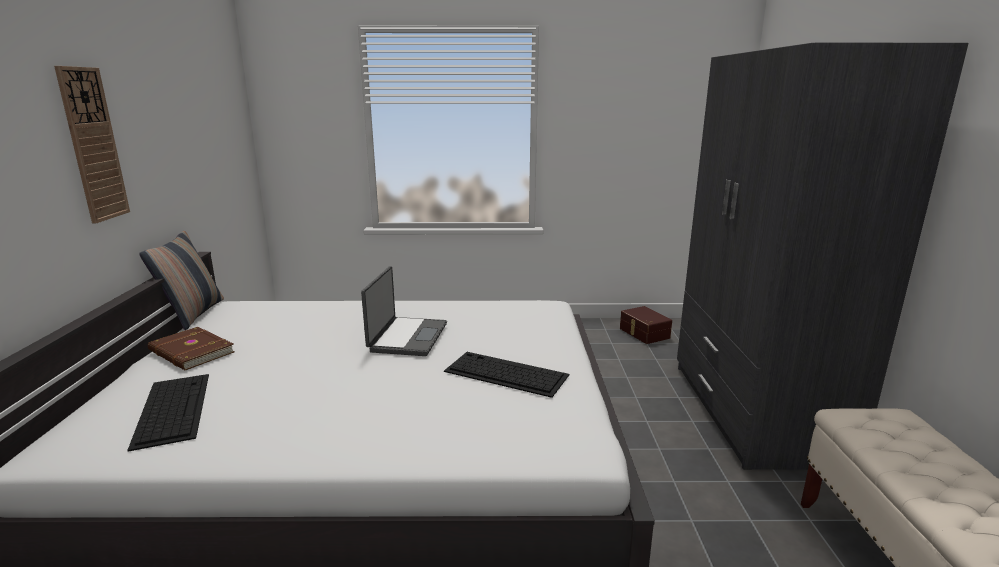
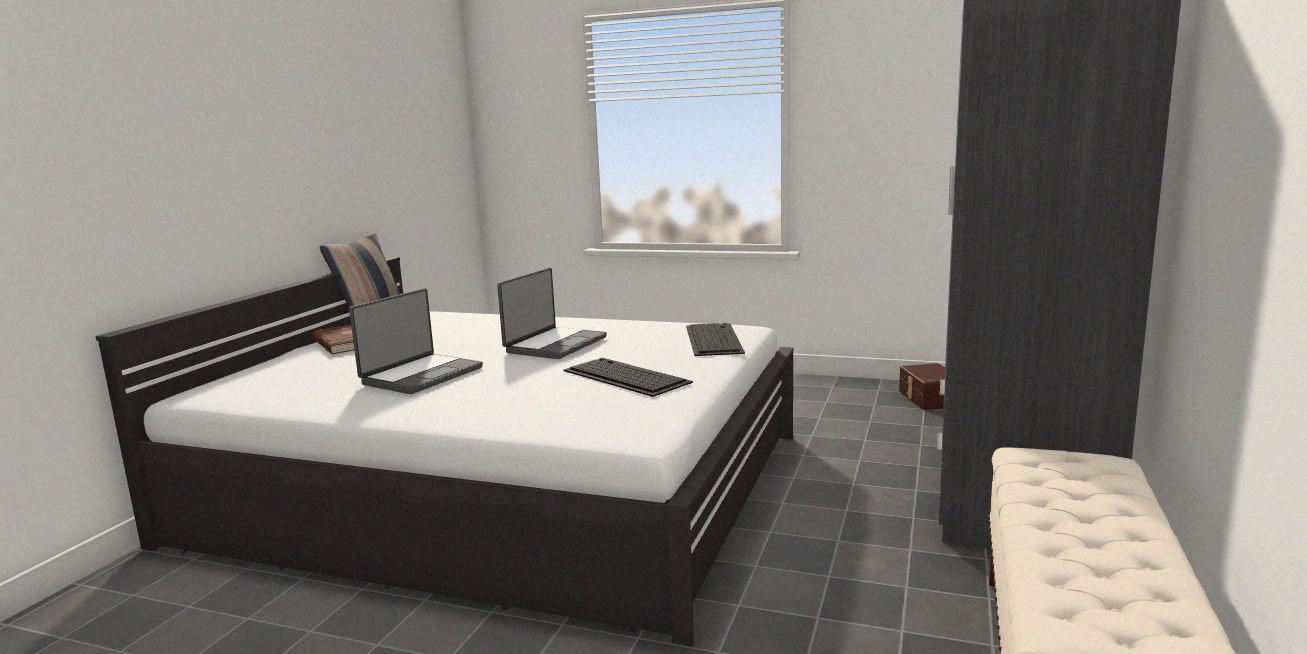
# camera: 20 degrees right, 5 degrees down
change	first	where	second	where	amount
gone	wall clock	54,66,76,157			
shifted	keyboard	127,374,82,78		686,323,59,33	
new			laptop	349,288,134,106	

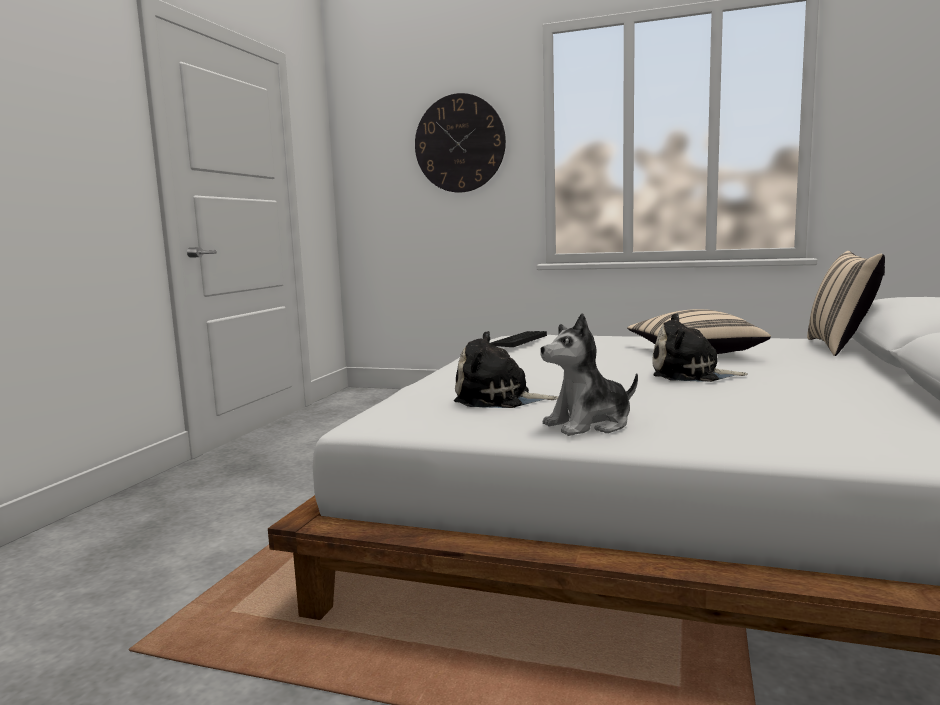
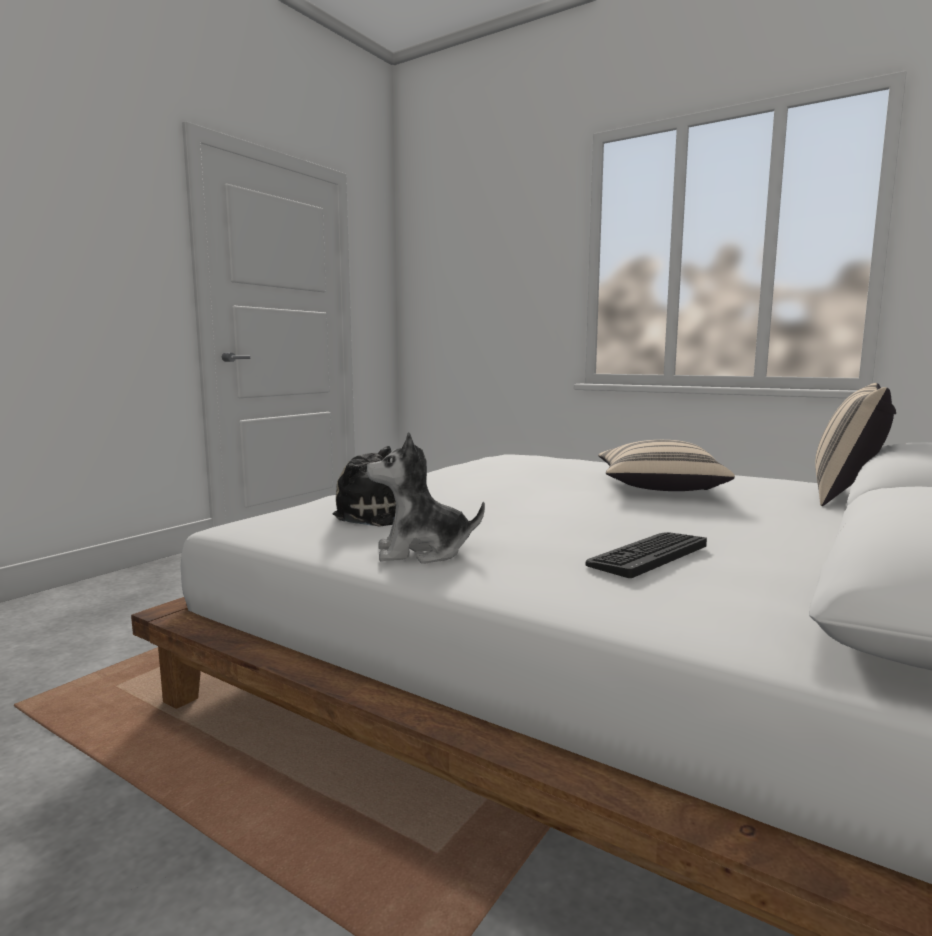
# camera: 15 degrees right, 0 degrees up
change	first	where	second	where	amount
gone	wall clock	415,93,91,100			
gone	plush toy	652,313,95,69			
shifted	keyboard	491,331,56,16		585,532,122,46	

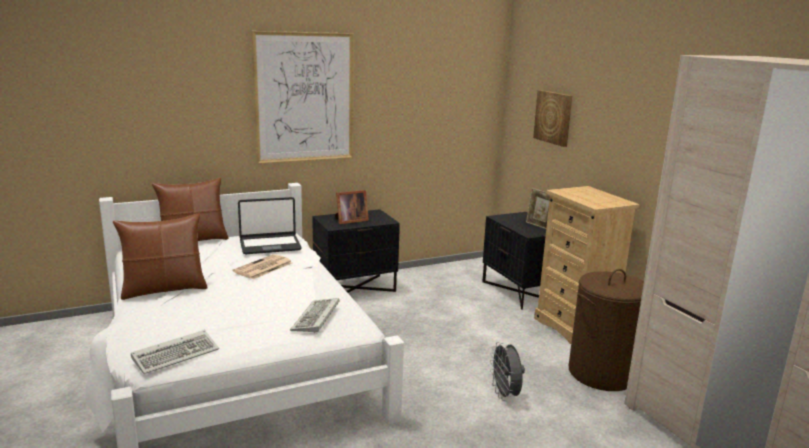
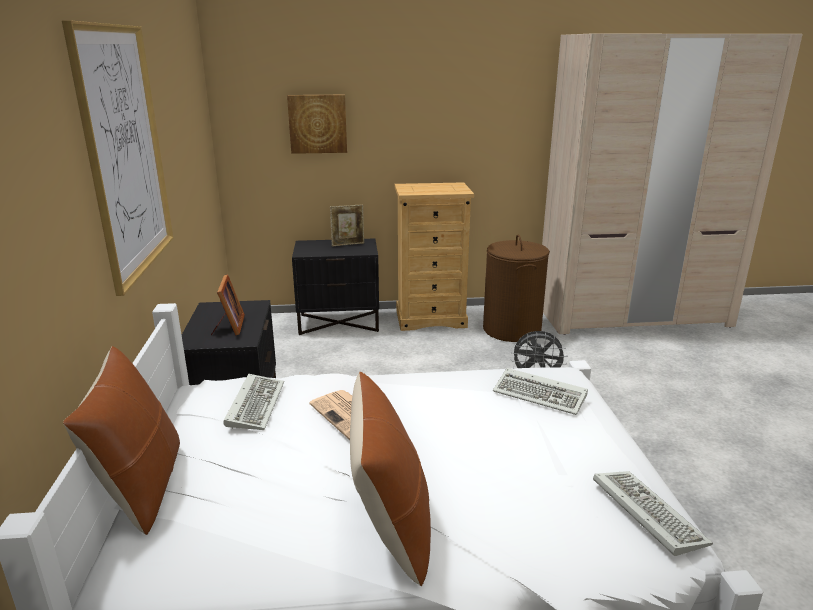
# camera: 70 degrees left, 5 degrees up
change	first	where	second	where	amount
swapped	laptop	238,197,64,57	keyboard	223,374,61,56	

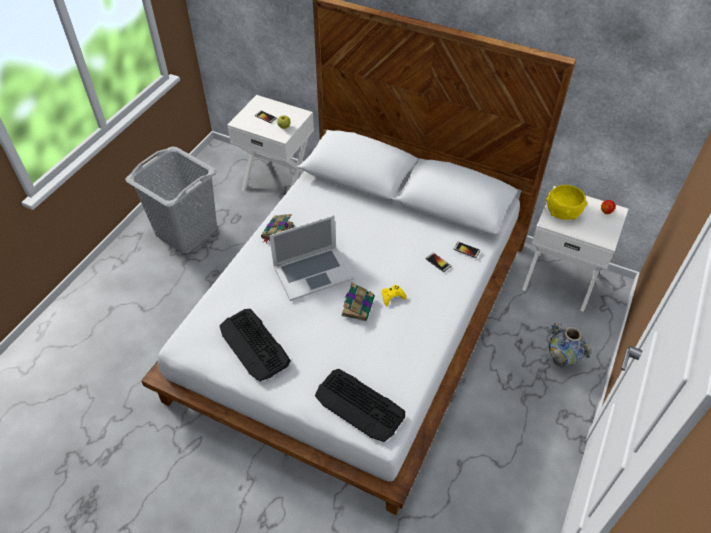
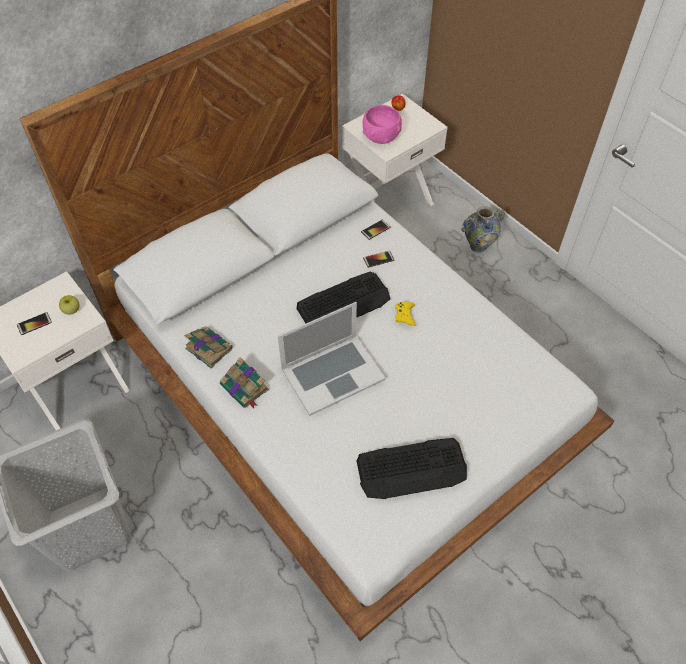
# camera: 65 degrees left, 5 degrees up
change	first	where	second	where	amount
repainted	bowl/yellow	546,185,41,35	bowl/pink	362,105,40,39	
rotated	laptop	269,215,85,86		278,302,108,114	60 degrees clockwise
shifted	book	341,282,34,39		184,326,49,43	
shifted	keyboard	315,369,90,73		297,271,94,53	

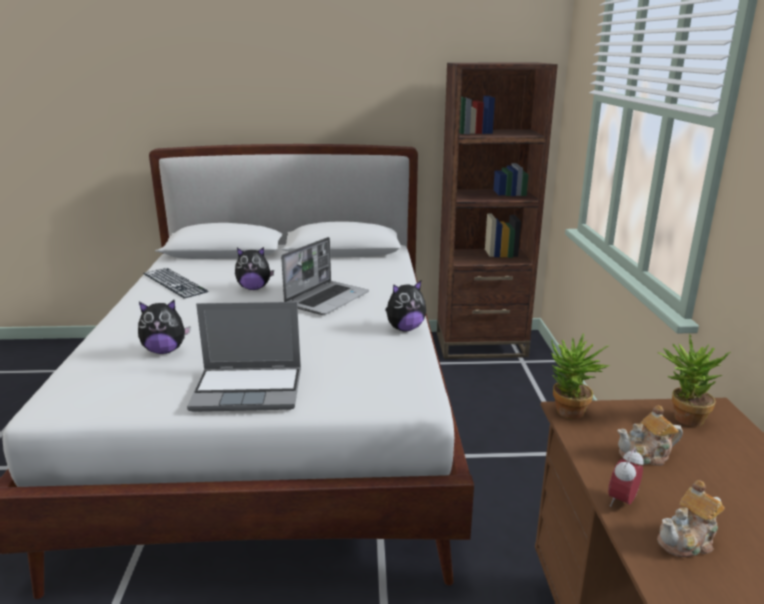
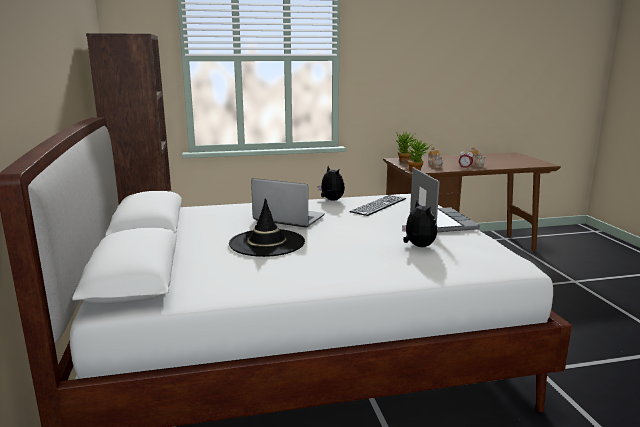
# camera: 100 degrees left, 5 degrees down
change	first	where	second	where	amount
swapped	plush toy	235,247,39,43	hat/black	229,198,76,59	
shifted	keyboard	143,268,66,30		349,195,57,21	

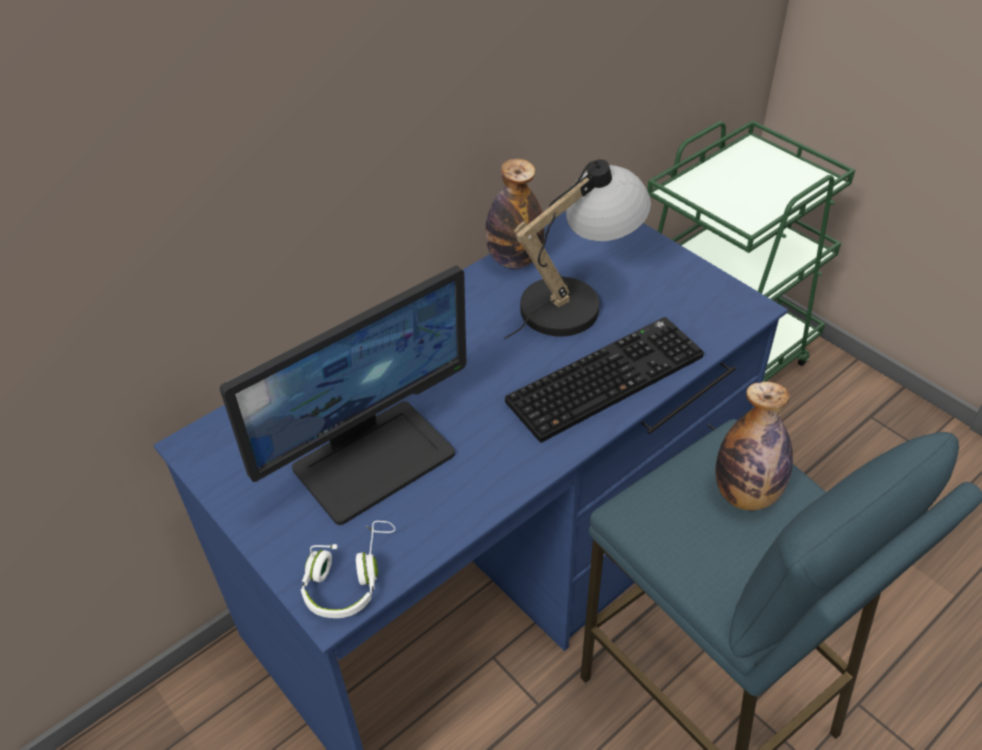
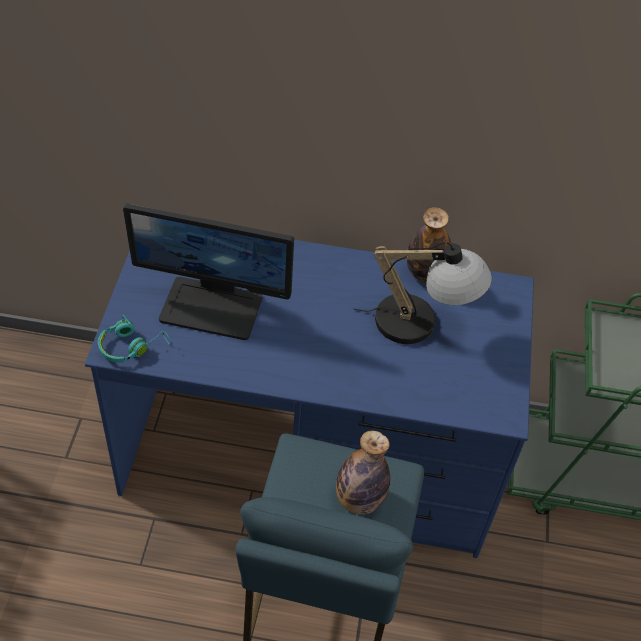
# camera: 45 degrees right, 5 degrees up
change	first	where	second	where	amount
gone	keyboard	505,317,199,126			
repainted	headphones/white	301,521,94,97	headphones/turquoise	98,315,73,47	

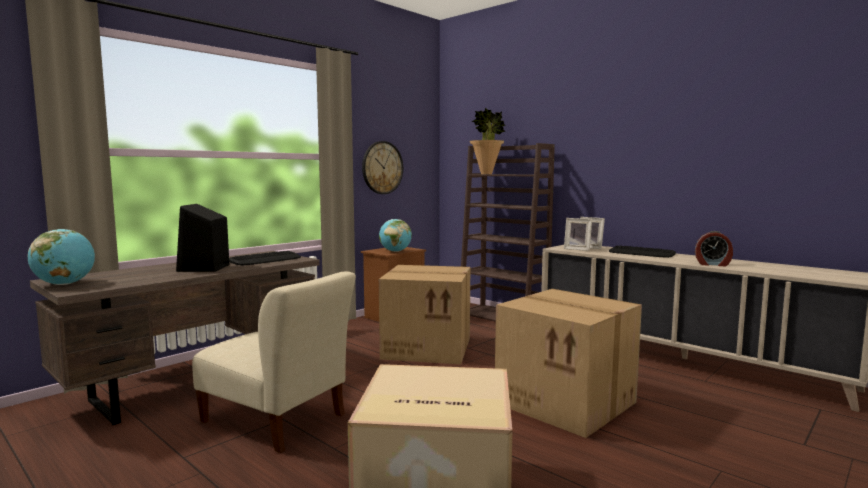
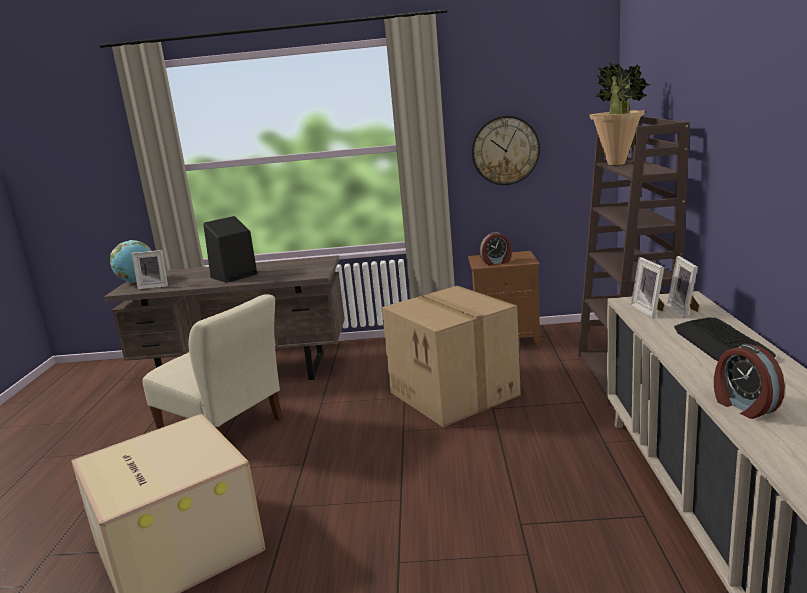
# camera: 50 degrees right, 10 degrees up
change	first	where	second	where	amount
swapped	globe	379,219,33,33	alarm clock	479,232,33,34	
gone	keyboard	229,251,72,15			
rotated	chair/beige	192,271,164,182		142,294,141,141	45 degrees counterclockwise
gone	cardboard box	495,289,147,149			
new			picture frame	132,250,36,39	

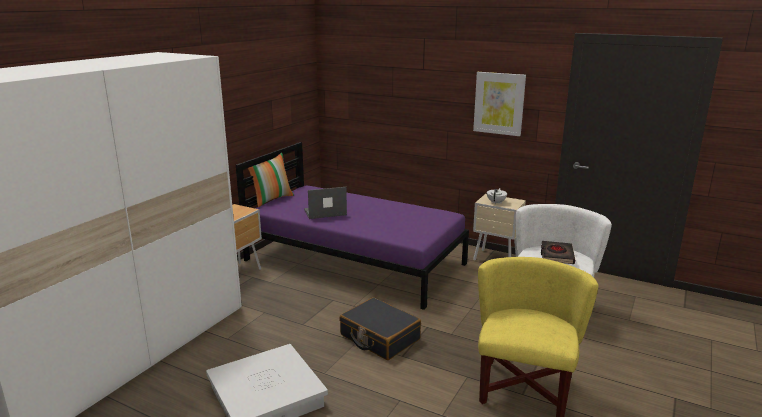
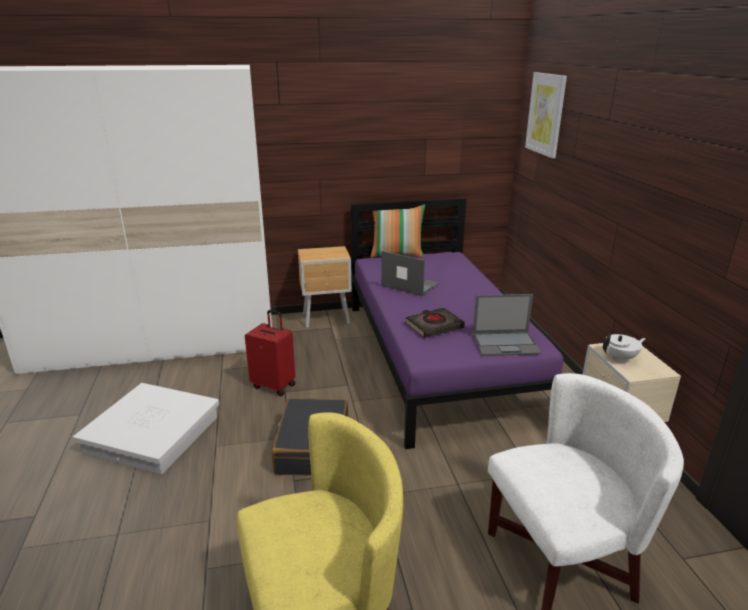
# camera: 50 degrees right, 5 degrees up
change	first	where	second	where	amount
shifted	picture	473,72,53,64		525,72,42,86	
shifted	book/black	541,241,34,23		405,307,60,31	
new			laptop	472,294,69,62	
new			suitcase/red	245,310,50,86	

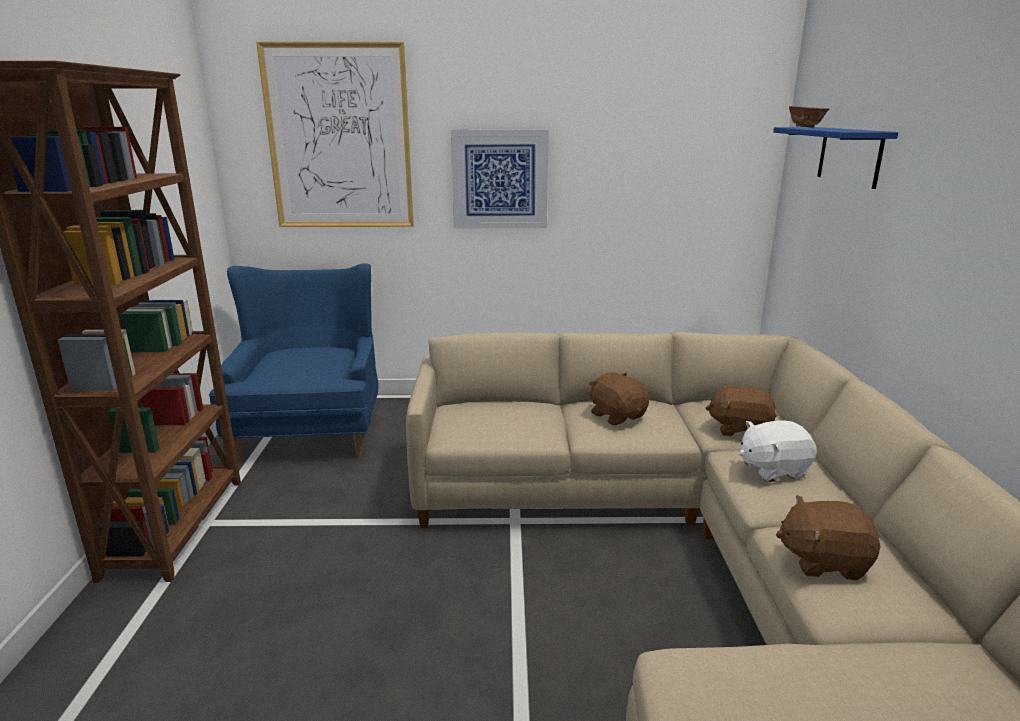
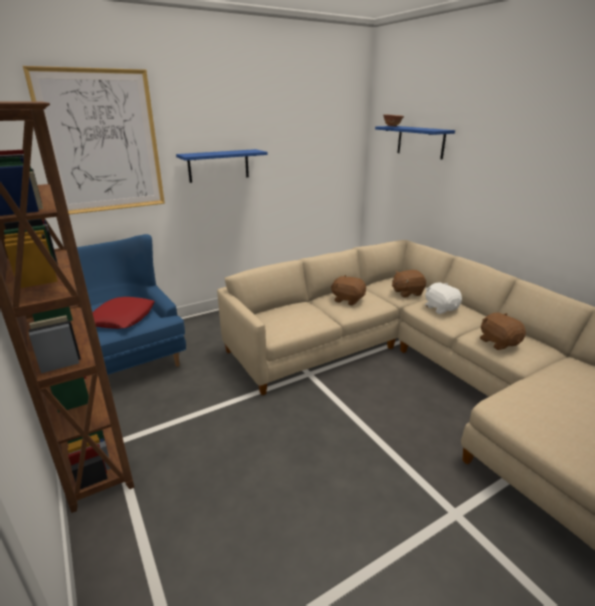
# camera: 30 degrees left, 5 degrees up
change	first	where	second	where	amount
swapped	picture	451,130,98,98	shelf/blue	176,149,92,34	
rotated	plush toy/white	739,420,78,62		425,282,37,32	105 degrees clockwise
rotated	plush toy/brown	776,495,105,85		480,312,46,38	90 degrees clockwise
new			pillow/red	93,297,62,32	

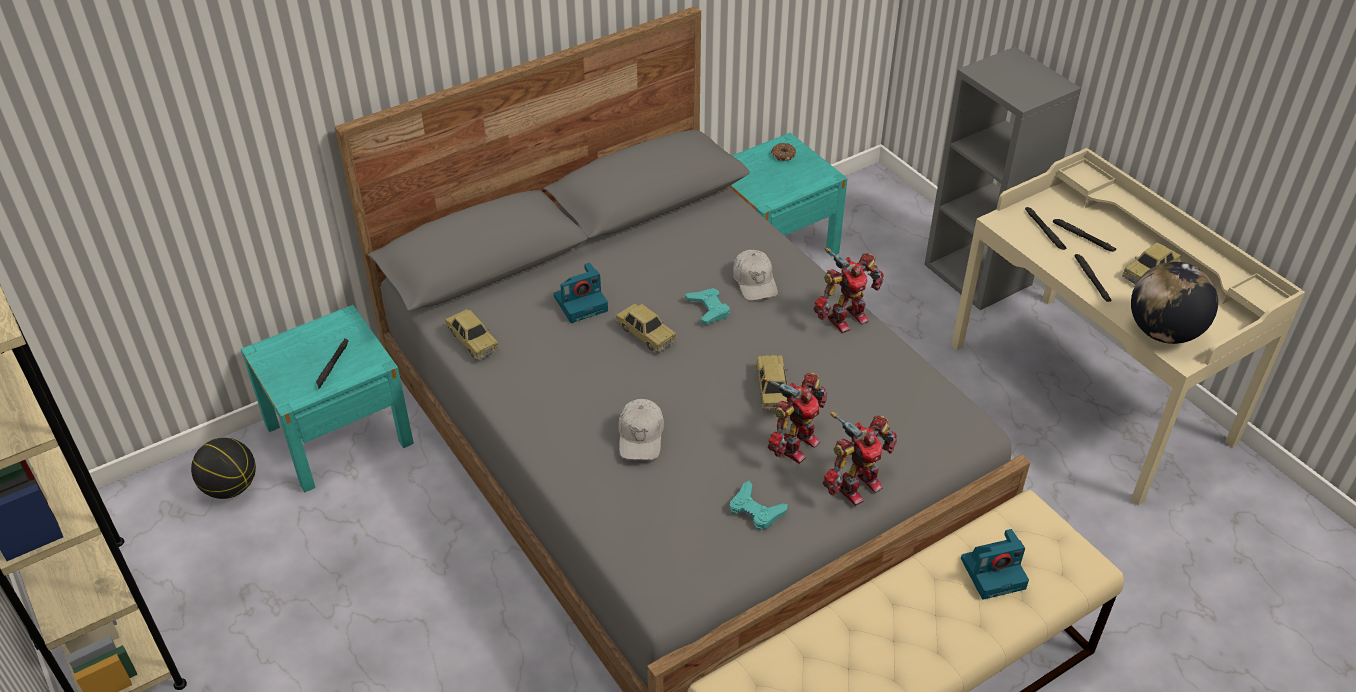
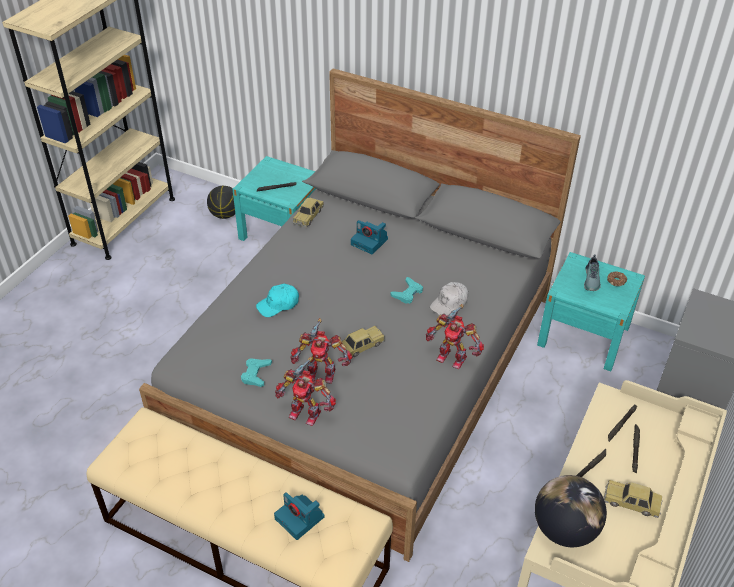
# camera: 60 degrees right, 0 degrees up
change	first	where	second	where	amount
gone	toy car	616,304,61,49			
repainted	cap/white	618,399,46,61	cap/turquoise	256,284,43,33	
new			shoe	584,255,17,36	

